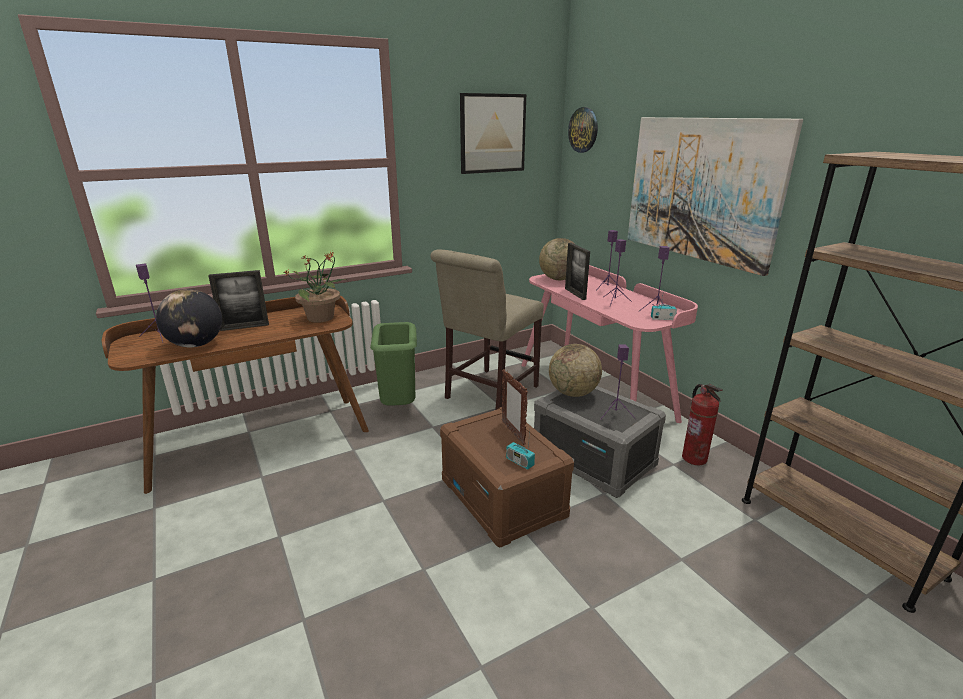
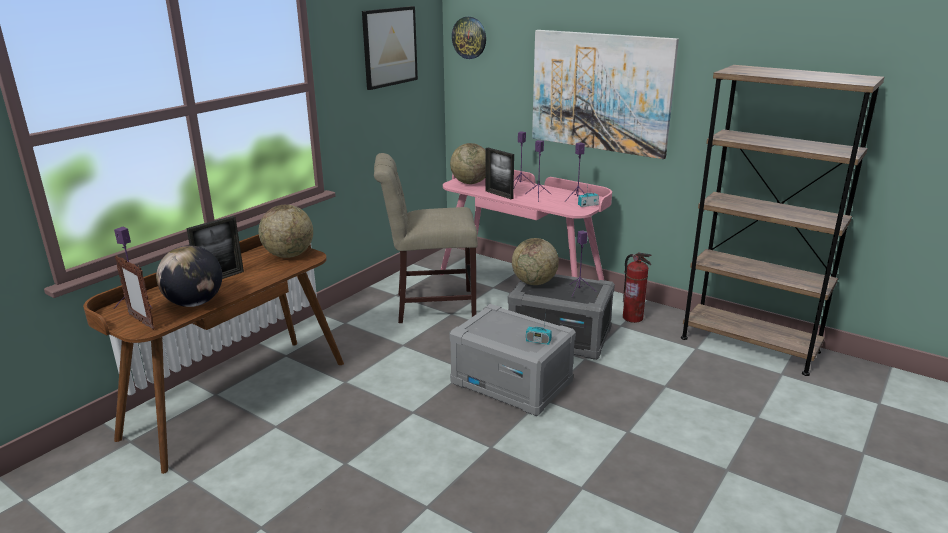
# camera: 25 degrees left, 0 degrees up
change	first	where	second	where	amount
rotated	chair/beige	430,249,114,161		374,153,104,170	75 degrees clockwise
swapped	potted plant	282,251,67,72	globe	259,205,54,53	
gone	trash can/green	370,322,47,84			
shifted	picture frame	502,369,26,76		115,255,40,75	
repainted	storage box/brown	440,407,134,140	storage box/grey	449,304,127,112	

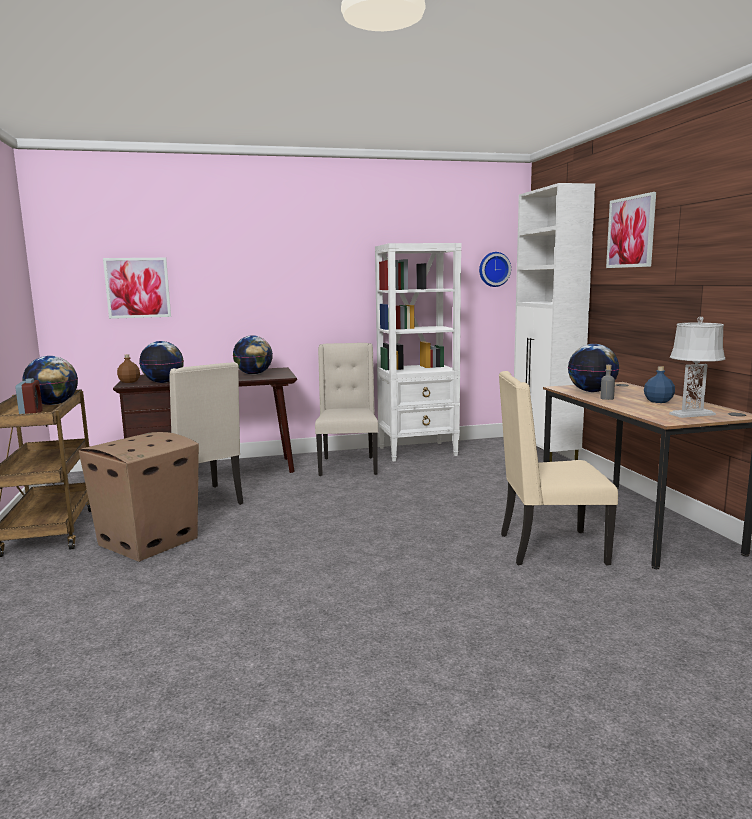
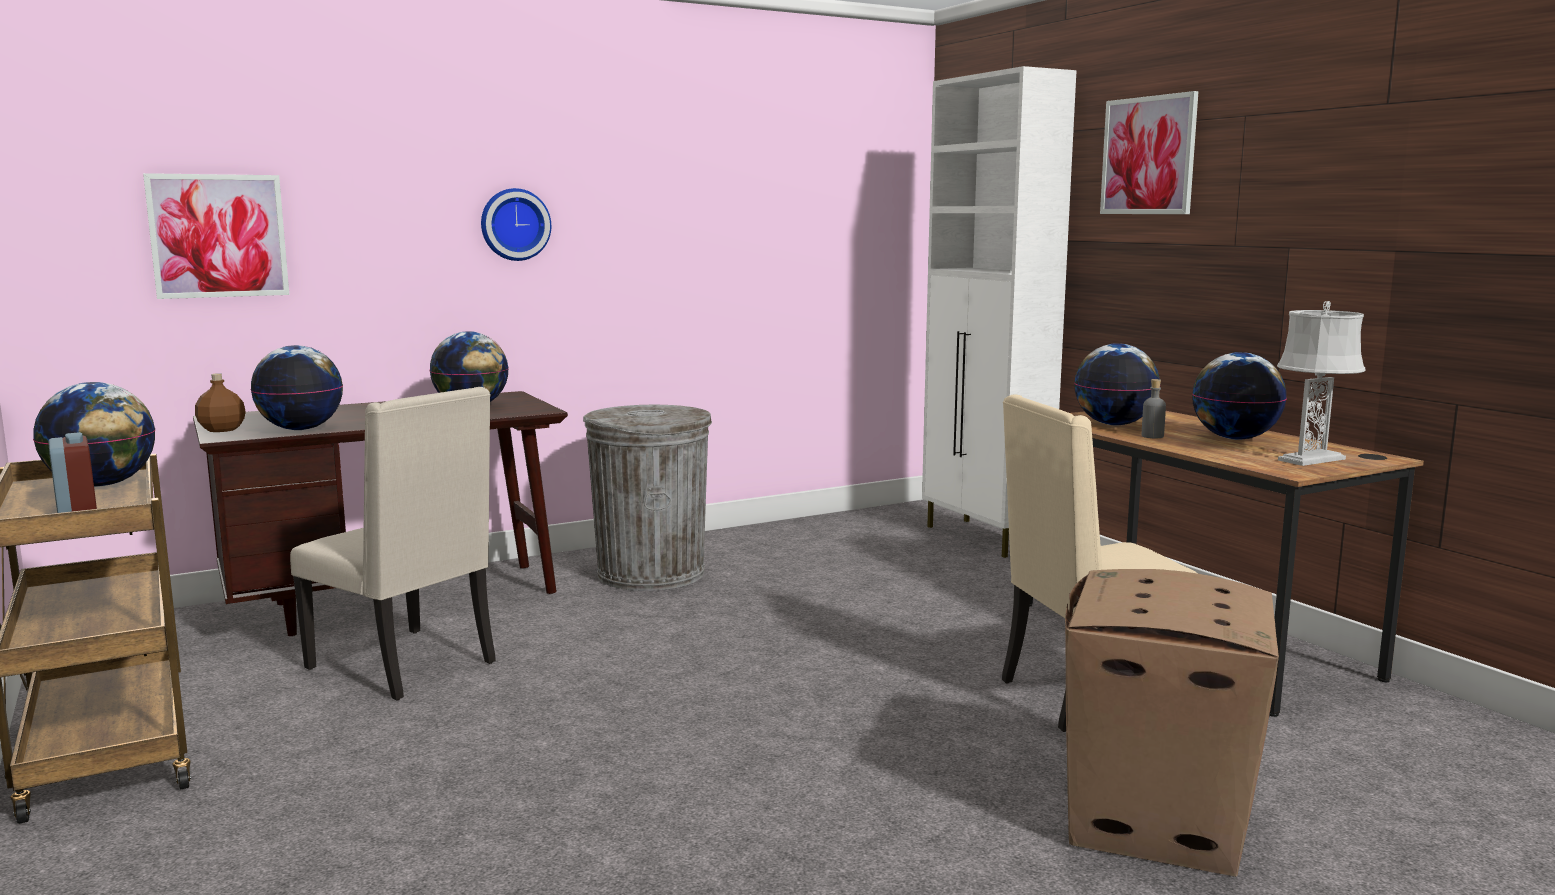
# camera: 15 degrees left, 0 degrees up
change	first	where	second	where	amount
gone	bookcase/white	375,243,87,219			
shifted	wall clock	479,252,32,35		481,188,70,73	
swapped	chair/beige	315,343,63,133	trash can/grey	583,405,129,186	
swapped	bottle/blue	644,366,31,37	globe	1192,352,95,88	
shifted	cardboard box	79,432,120,130		1065,569,214,308	

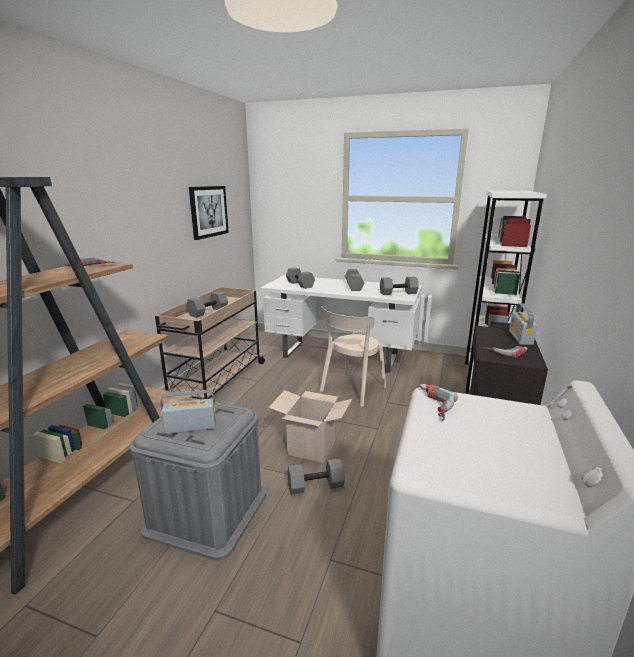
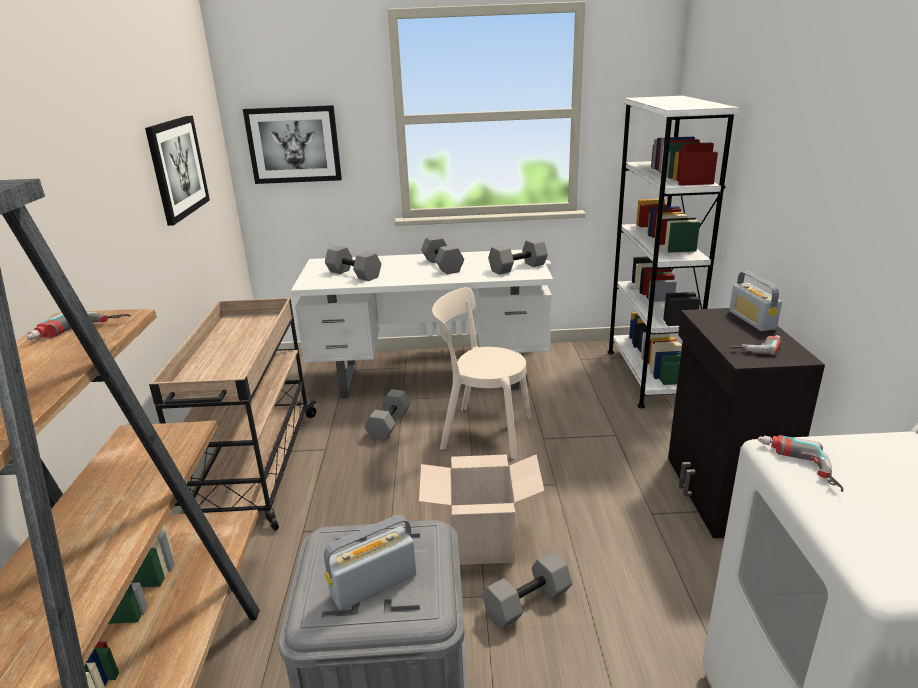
# camera: 20 degrees left, 5 degrees up
change	first	where	second	where	amount
shifted	dumbbell/grey	186,291,42,27		364,389,47,52	
rotated	chair/beige	320,306,66,101		432,287,99,172	90 degrees clockwise
new			picture	243,105,99,79	

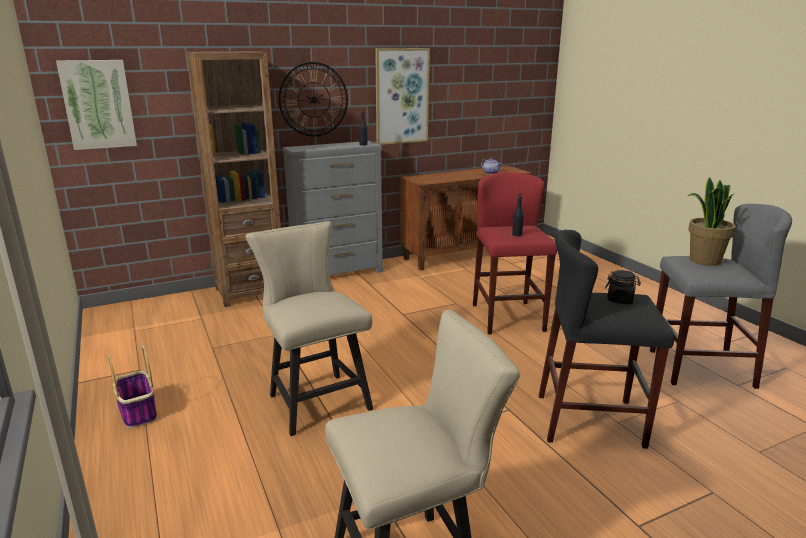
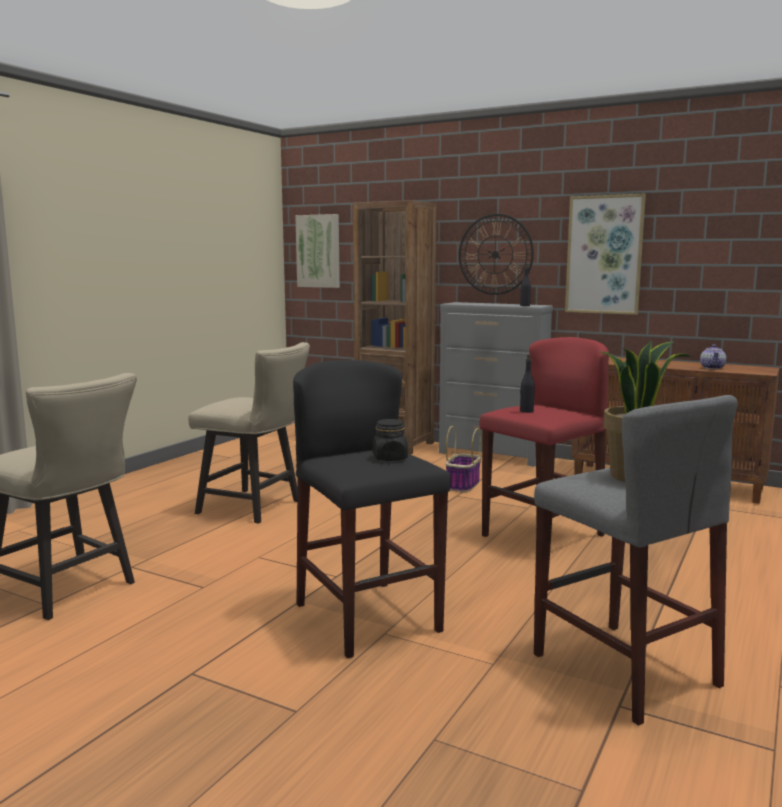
# camera: 55 degrees right, 10 degrees down
change	first	where	second	where	amount
rotated	chair/beige	246,221,127,215		188,342,122,182	90 degrees clockwise
shifted	basket	108,346,49,82		446,426,35,66	

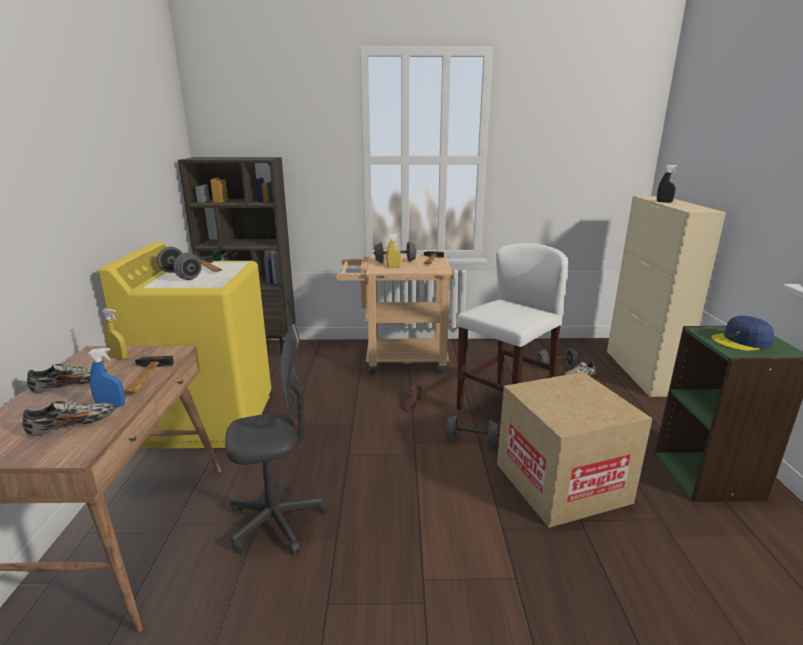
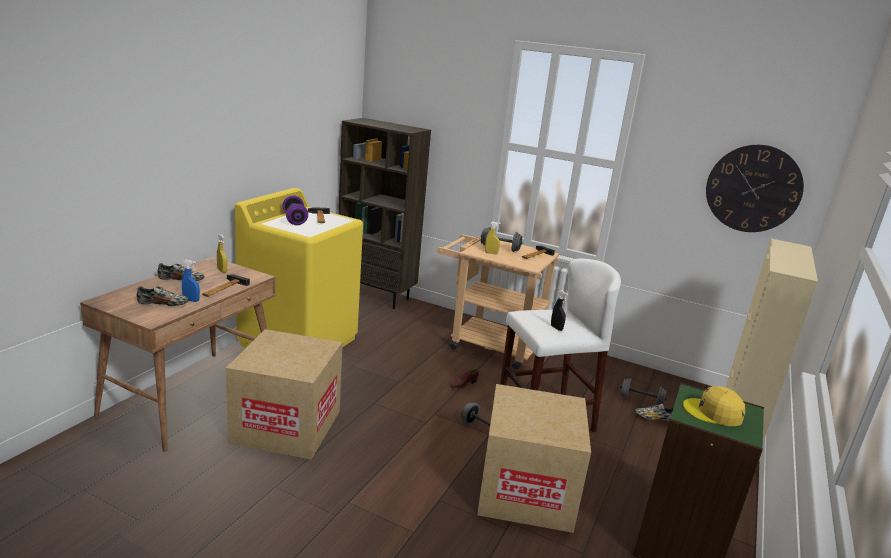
# camera: 25 degrees right, 0 degrees up
change	first	where	second	where	amount
shifted	spray bottle/black	657,165,21,38		551,290,17,41	
repainted	dumbbell/grey	157,247,45,33	dumbbell/purple	282,195,26,30	
repainted	cap/blue	711,315,63,36	cap/yellow	683,386,62,40	
swapped	office chair/grey	225,324,103,231	cardboard box	226,329,117,131	
new			wall clock	706,145,98,87	

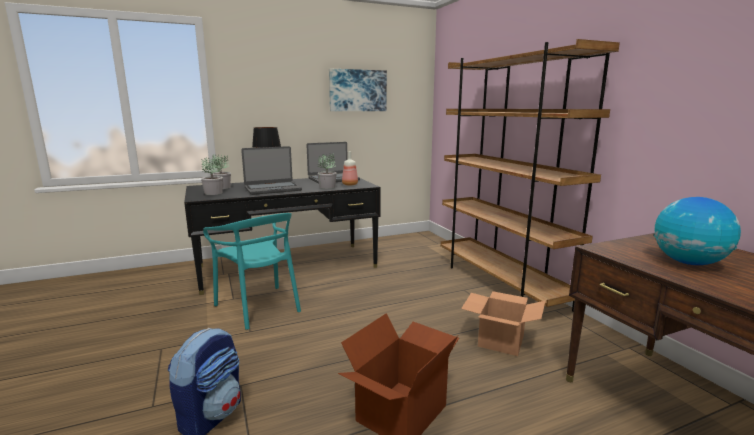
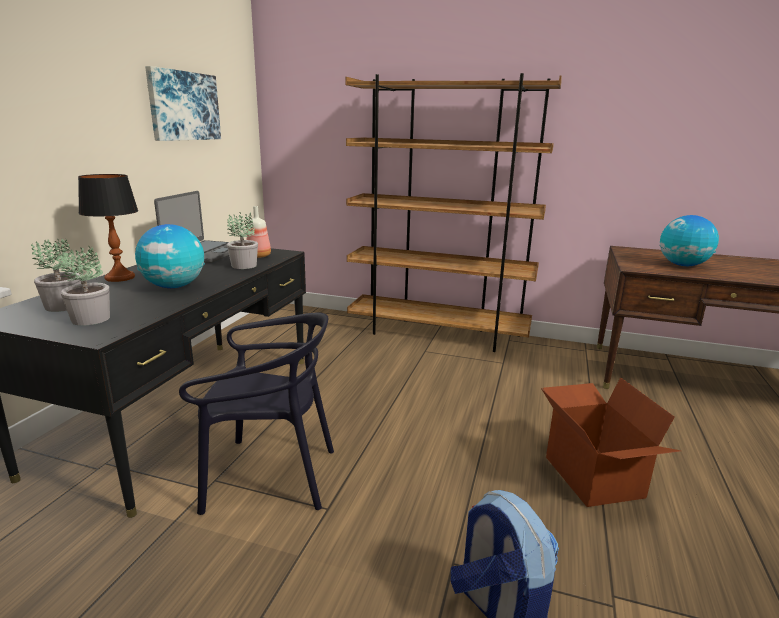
# camera: 50 degrees left, 5 degrees up
change	first	where	second	where	amount
swapped	laptop	241,146,61,49	globe	135,224,70,64	
repainted	chair/turquoise	203,213,98,117	chair/black	179,313,155,202	
gone	cardboard box	461,291,84,65			

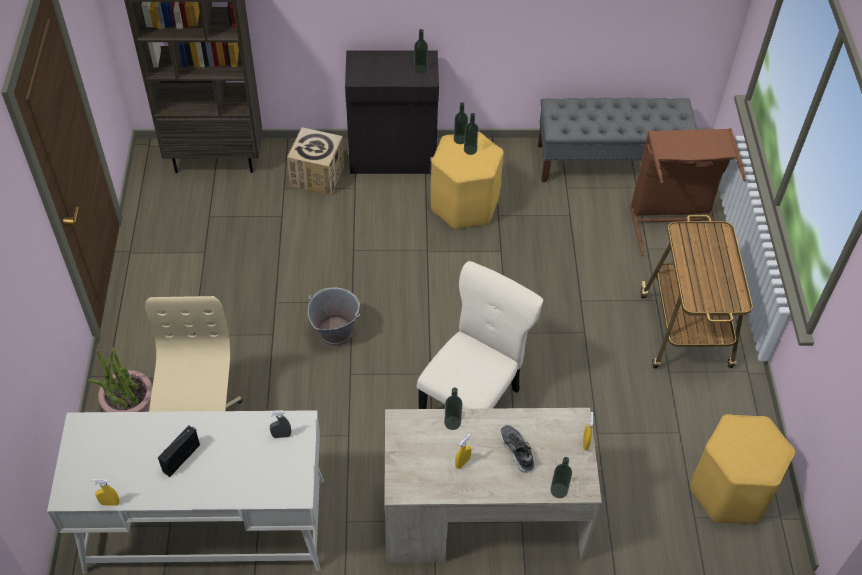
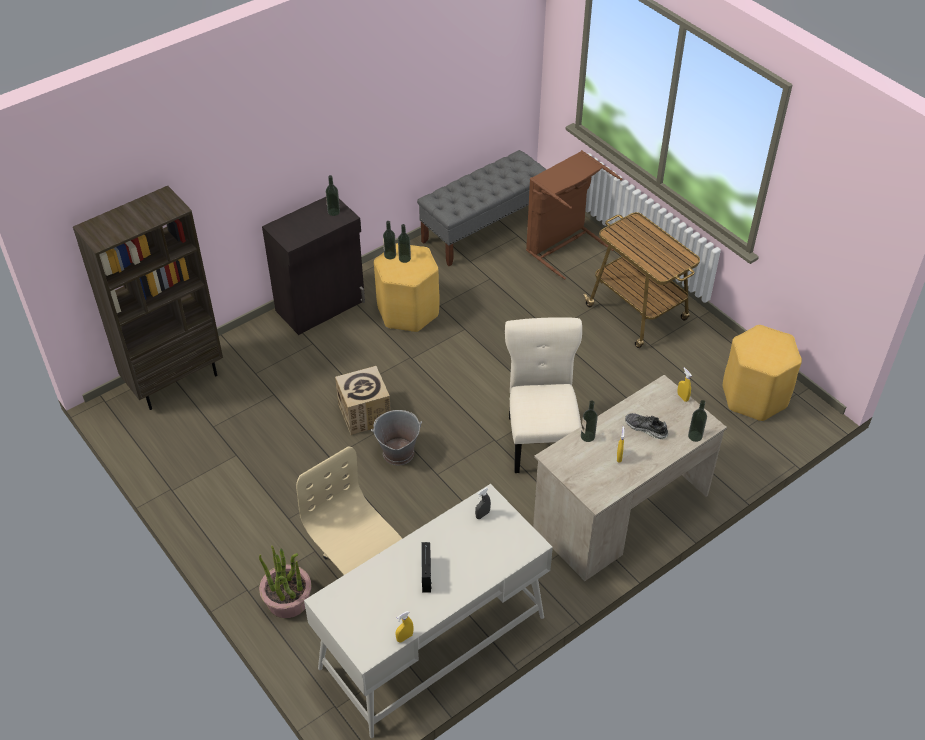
# camera: 35 degrees left, 5 degrees down
change	first	where	second	where	amount
shifted	cardboard box	287,127,57,69		335,366,56,69	

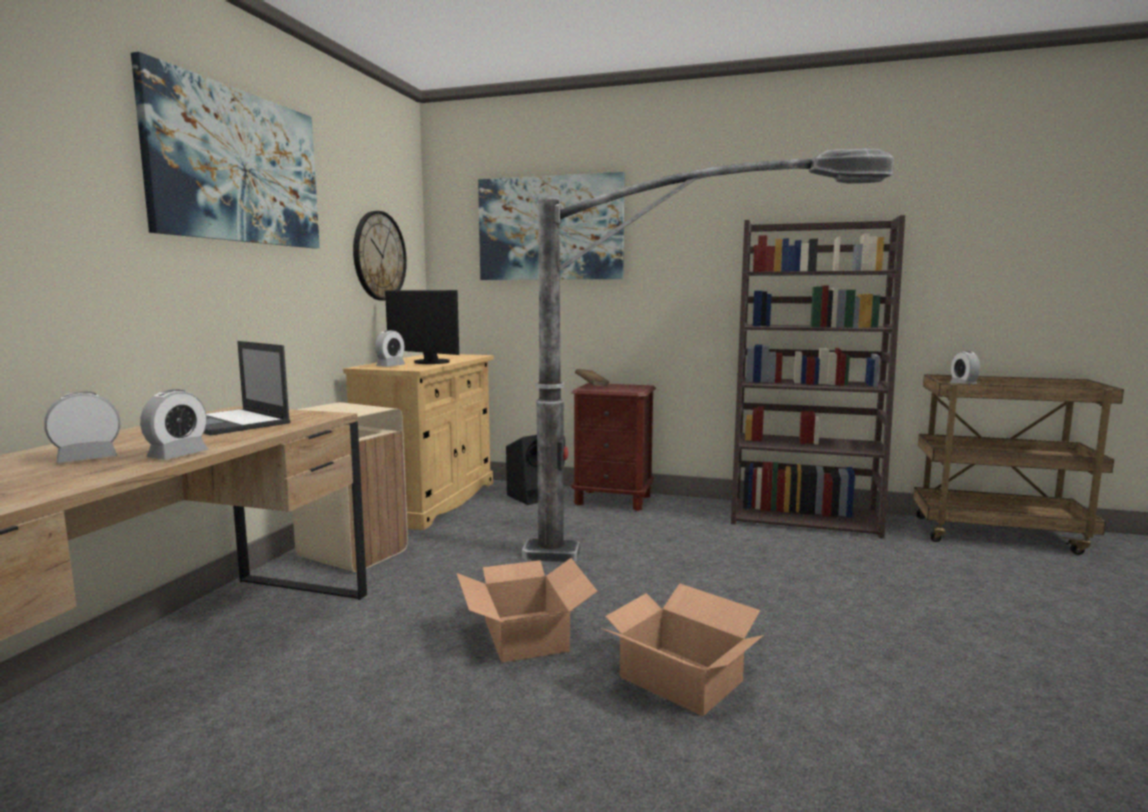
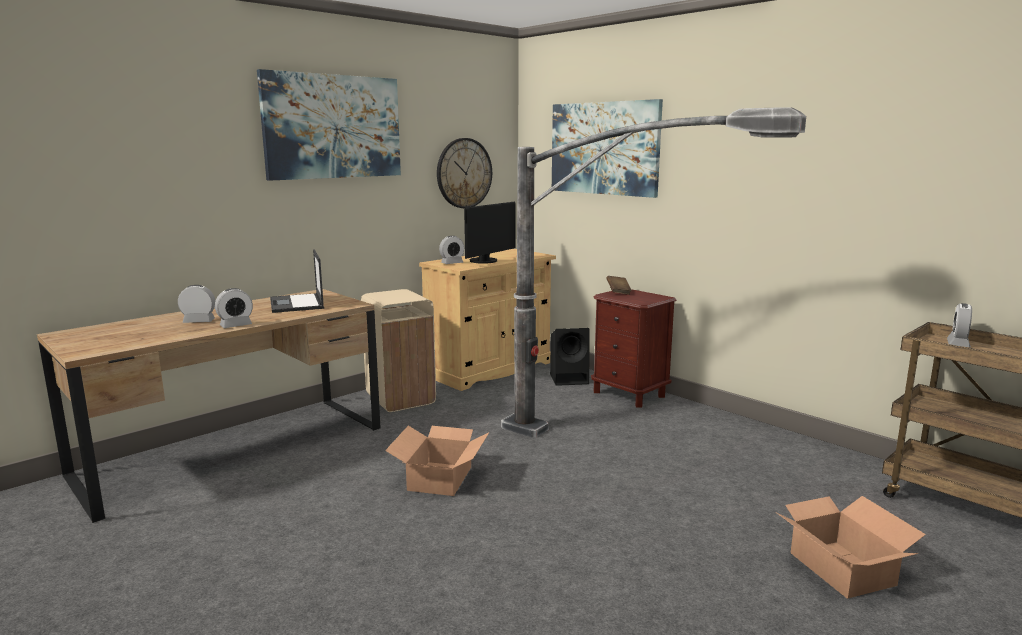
# camera: 30 degrees right, 5 degrees up
change	first	where	second	where	amount
gone	bookcase/brown	731,215,174,324			
rotated	monitor	385,290,74,74		464,202,52,62	120 degrees counterclockwise
shifted	cardboard box	601,584,163,132		776,496,150,103	

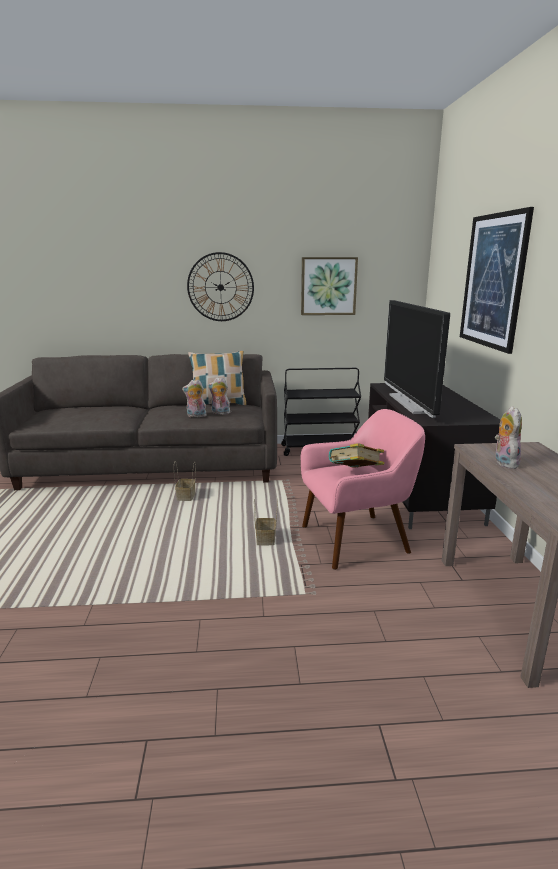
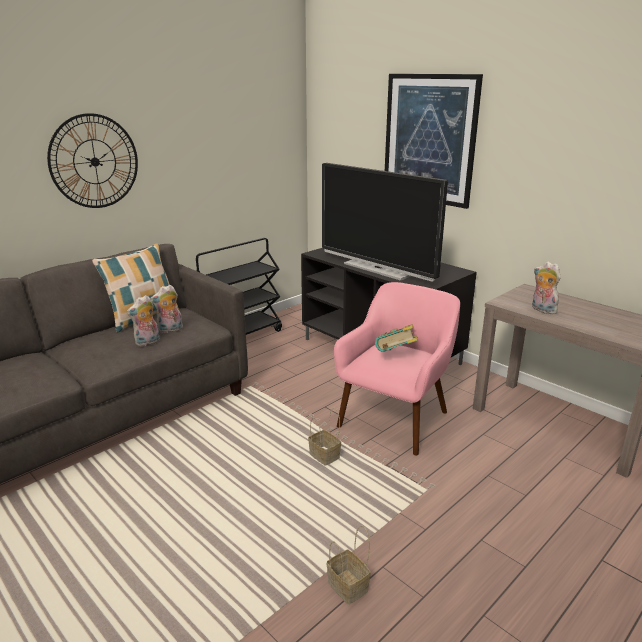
# camera: 40 degrees left, 5 degrees up
change	first	where	second	where	amount
gone	picture	301,257,57,58			
shifted	basket	174,461,22,40		327,525,44,80	

